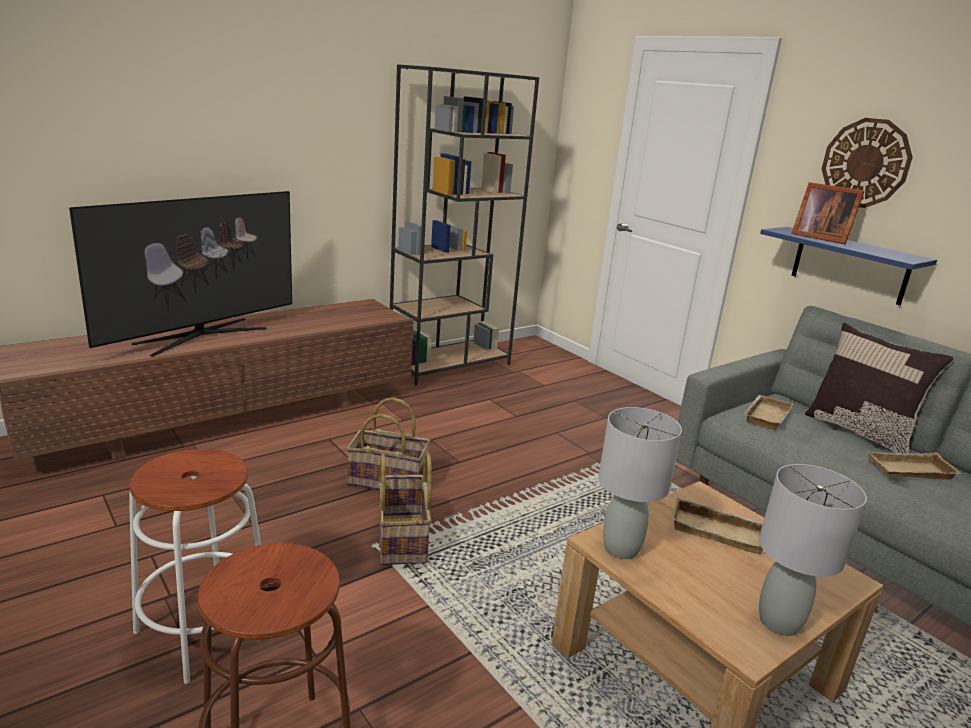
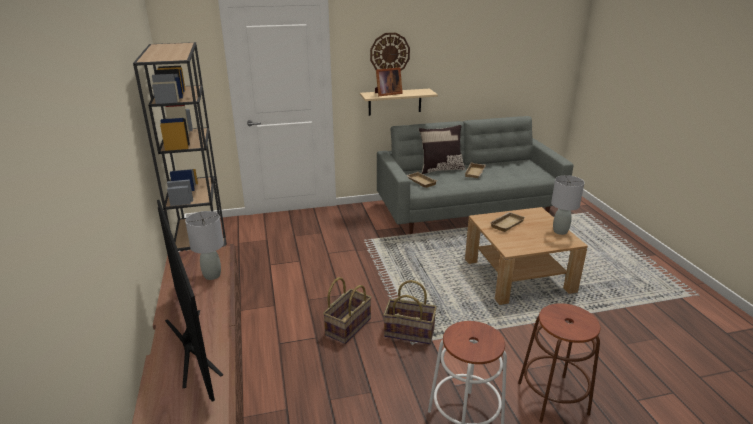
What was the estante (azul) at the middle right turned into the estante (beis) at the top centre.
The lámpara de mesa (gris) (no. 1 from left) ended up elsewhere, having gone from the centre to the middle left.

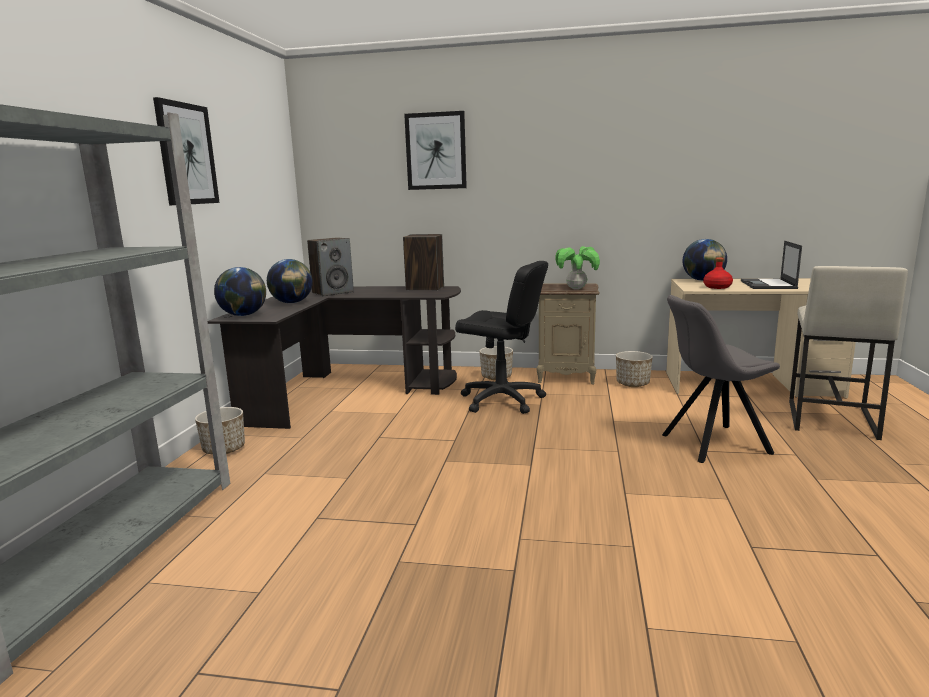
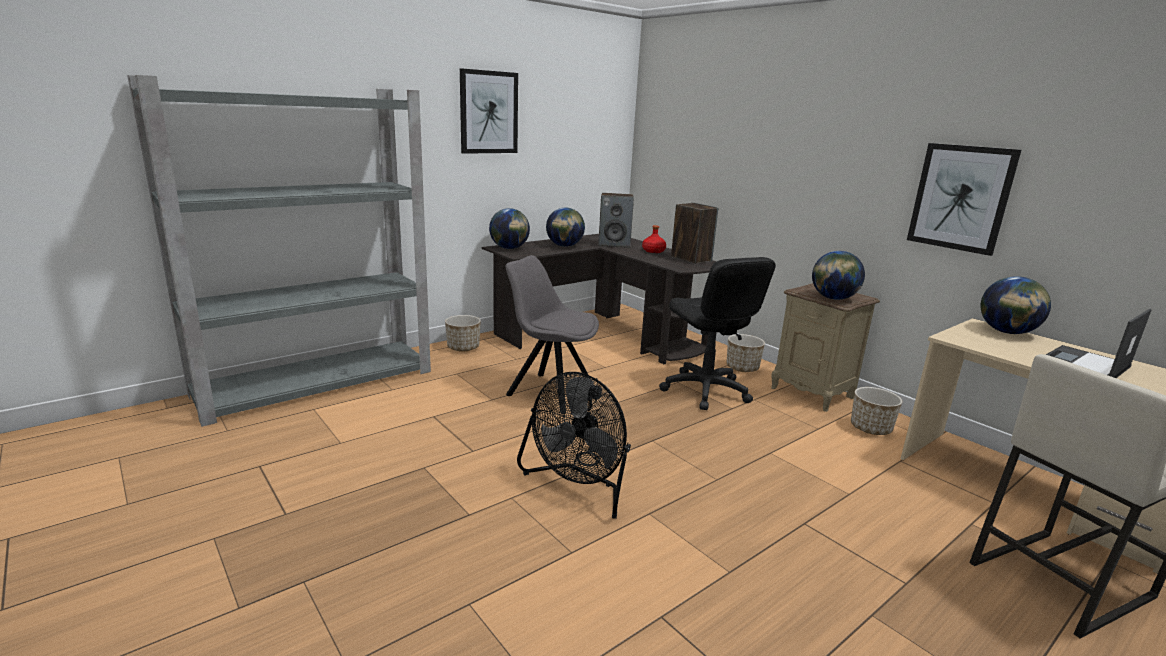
The cuadro (no. 2 from left) ended up elsewhere, having gone from the top centre to the top right.
Where the planta en maceta stood at the centre, the globo terráqueo (no. 3 from left) came to stand at the middle right.
The botella (rojo) ended up elsewhere, having gone from the middle right to the centre.
The silla (gris) ended up elsewhere, having gone from the middle right to the centre.
The second view gained the ventilador (negro) at the bottom centre.

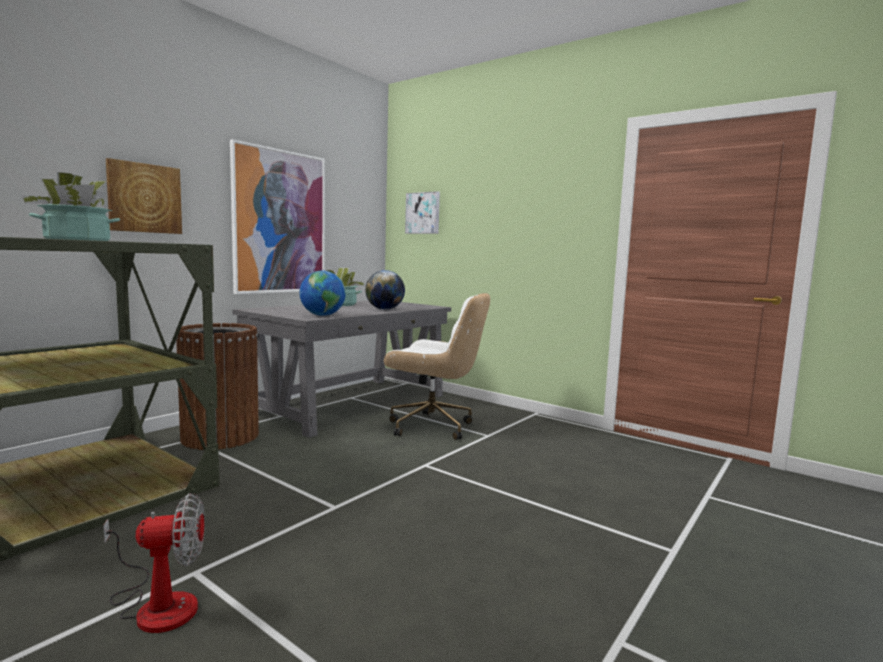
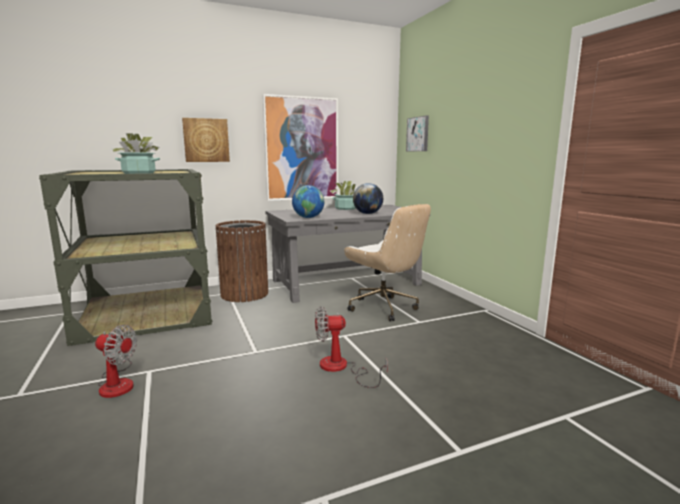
The second view gained the ventilador (no. 2 from left) at the bottom centre.

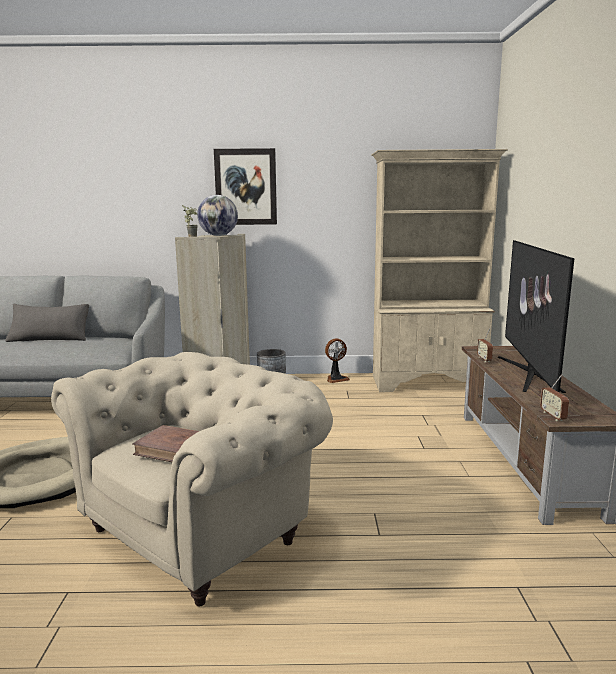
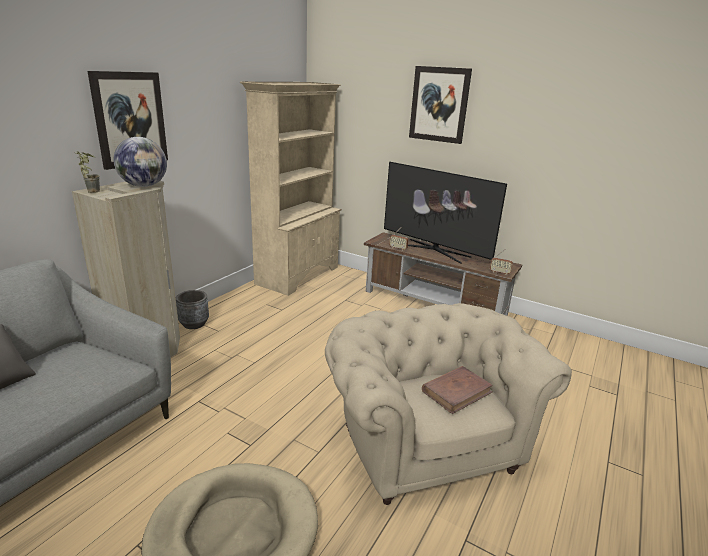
The second view lost the ventilador at the centre.
The second view gained the cuadro (no. 2 from left) at the top centre.

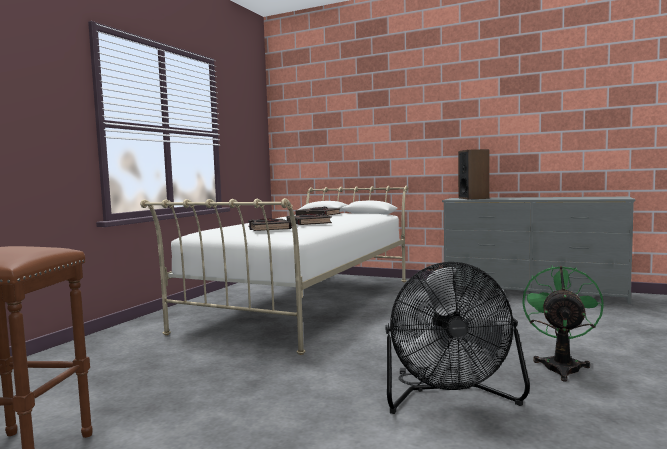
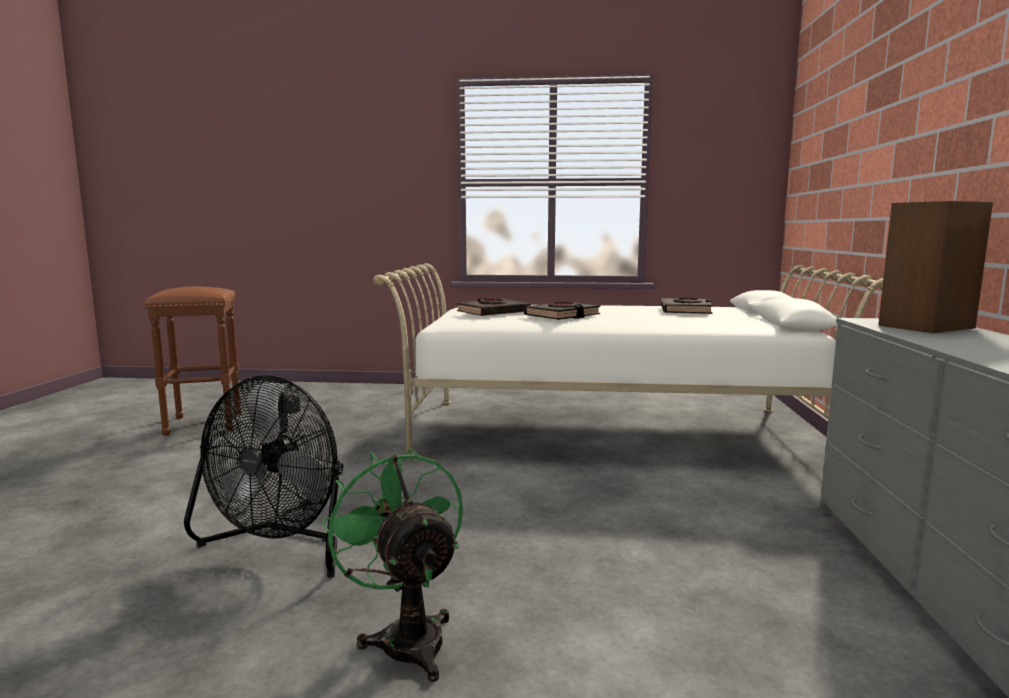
The ventilador (negro) at the bottom right ended up facing another way, 45 degrees counterclockwise from before.
The ventilador (verde) at the bottom right ended up facing another way, 120 degrees counterclockwise from before.

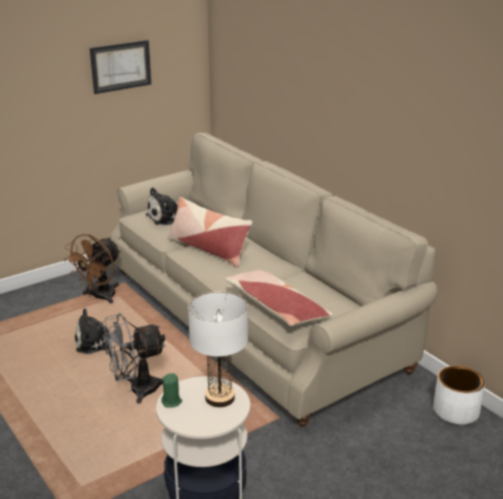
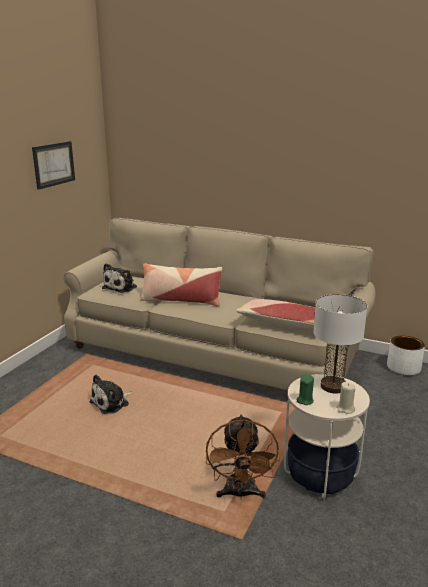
The ventilador (marrón) ended up elsewhere, having gone from the middle left to the bottom centre.
The second view lost the ventilador (gris) at the bottom left.
The second view gained the vela (beis) at the bottom right.

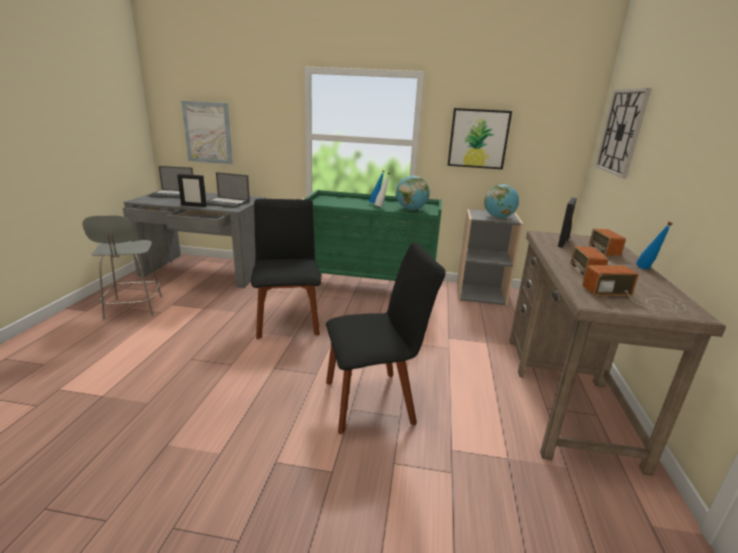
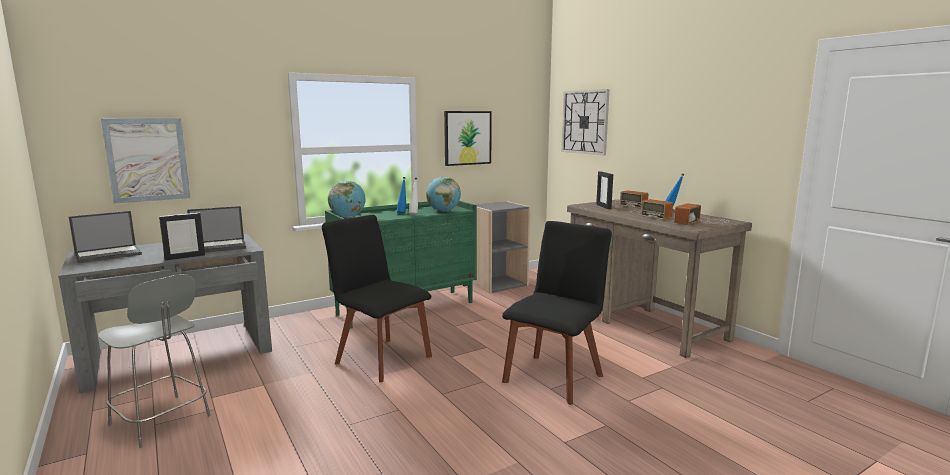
The globo terráqueo (no. 2 from left in the first image) ended up elsewhere, having gone from the middle right to the centre.

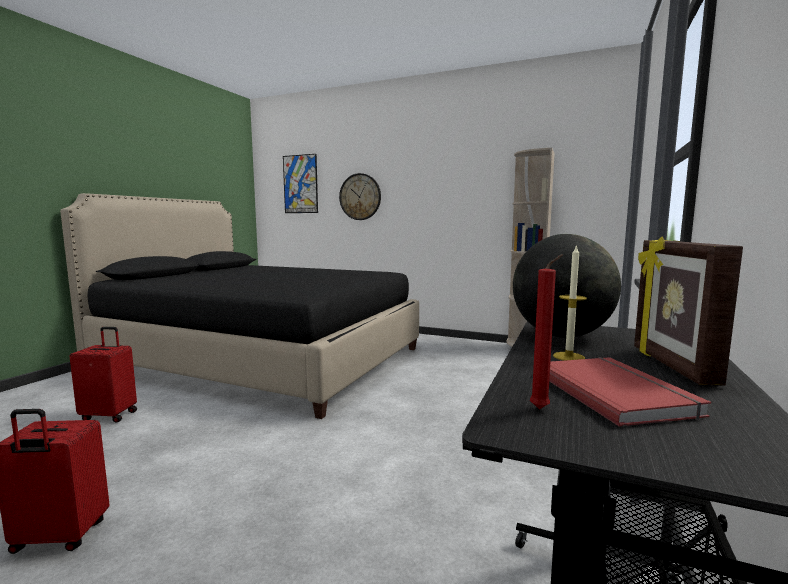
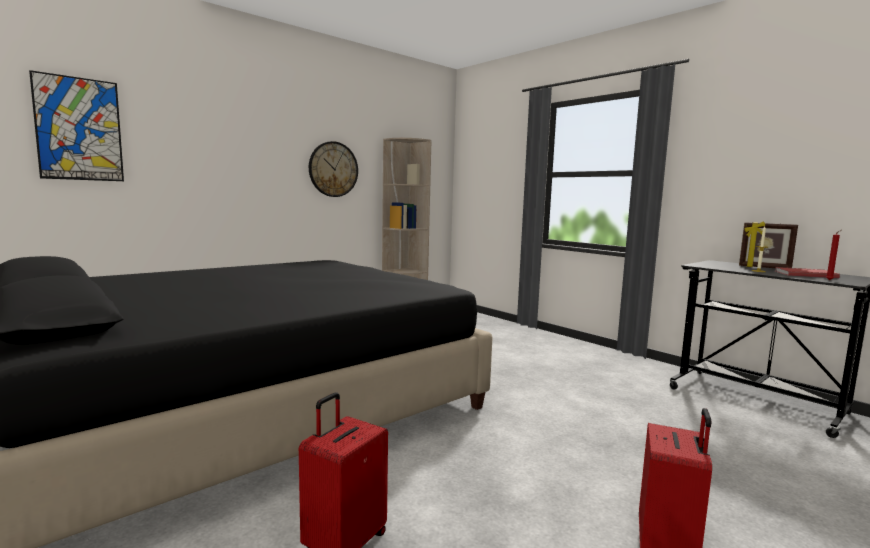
The reloj de pared ended up elsewhere, having gone from the centre to the top centre.
The second view lost the globo terráqueo at the middle right.

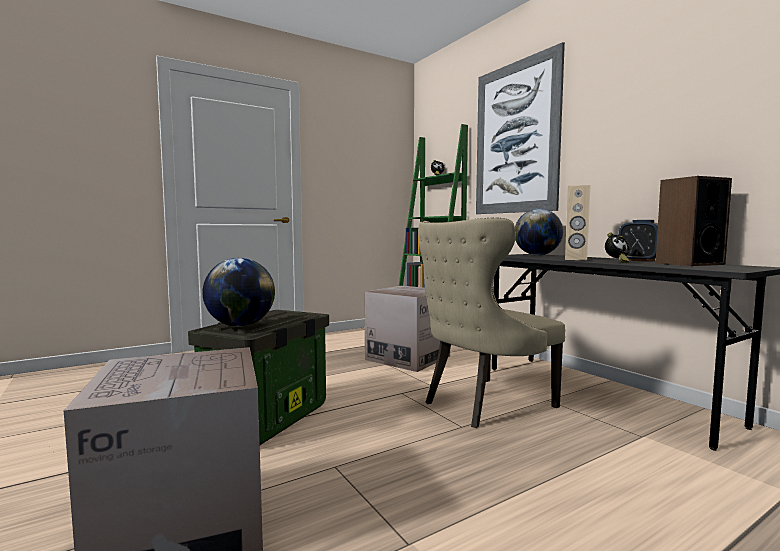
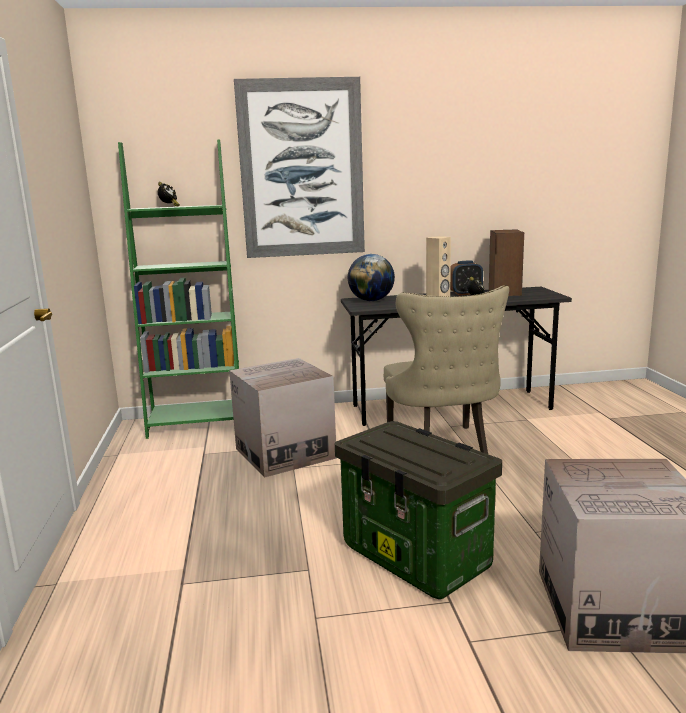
The second view lost the globo terráqueo (no. 1 from left) at the middle left.

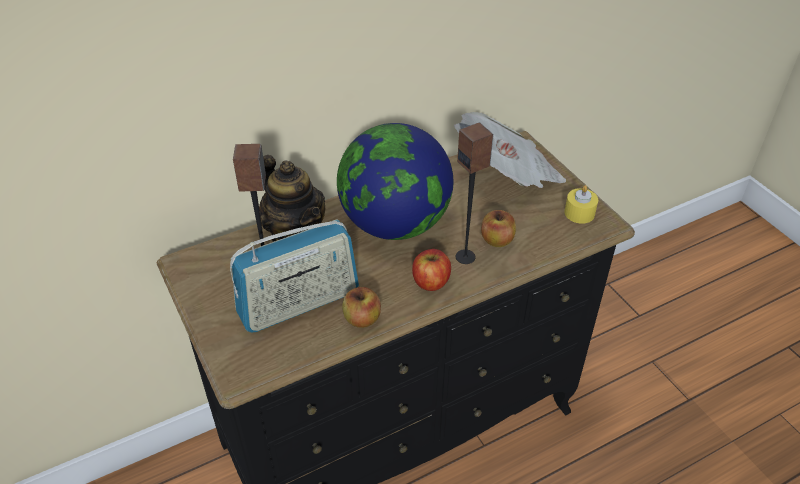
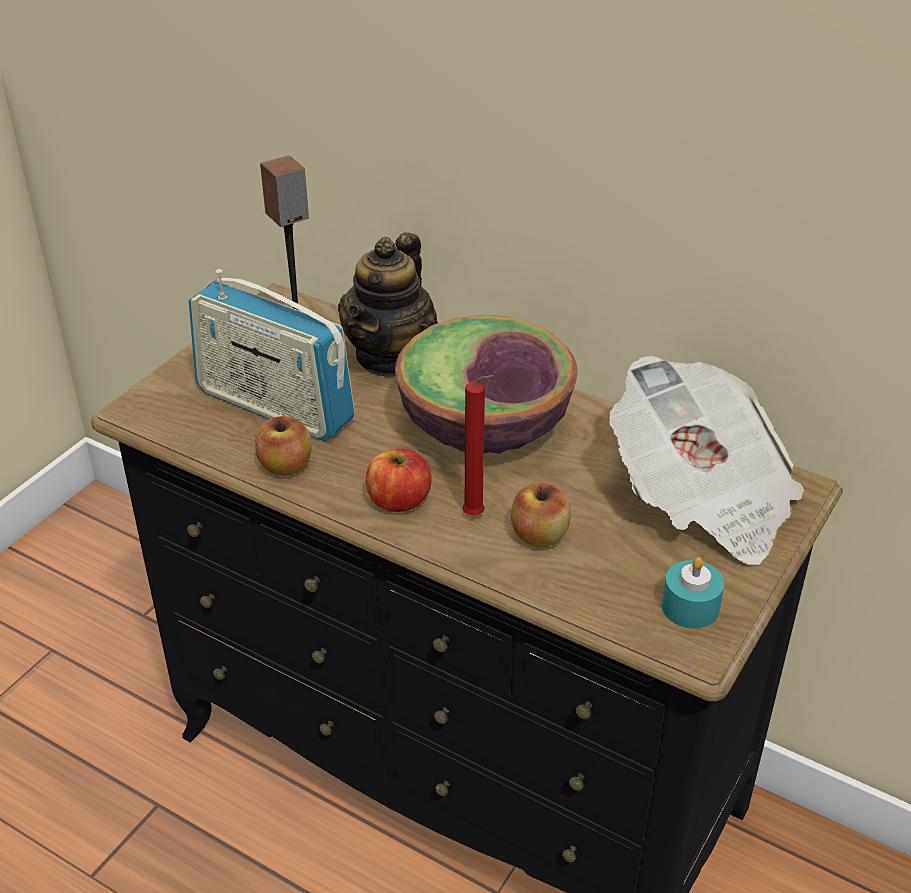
Where the globo terráqueo stood at the centre, the cuenco came to stand at the centre.
Where the altavoz (no. 2 from left) stood at the centre, the vela (rojo) came to stand at the centre.
What was the vela (amarillo) at the middle right turned into the vela (turquesa) at the middle right.

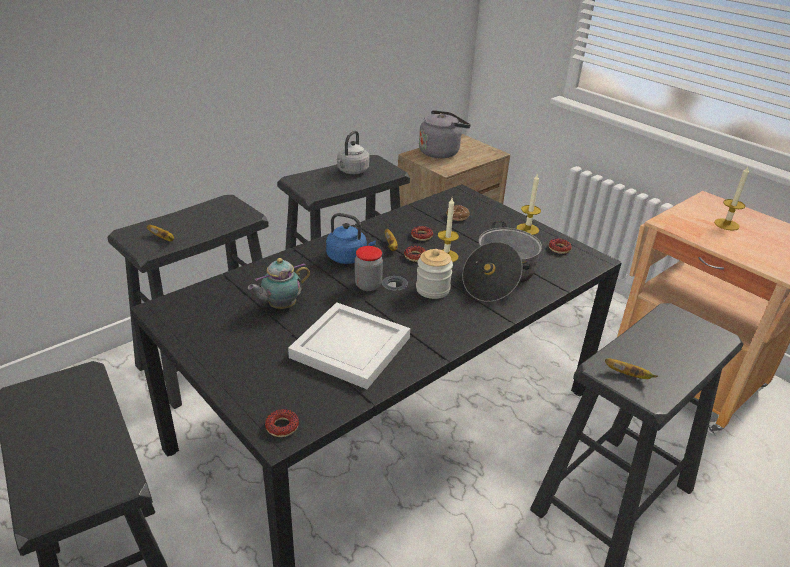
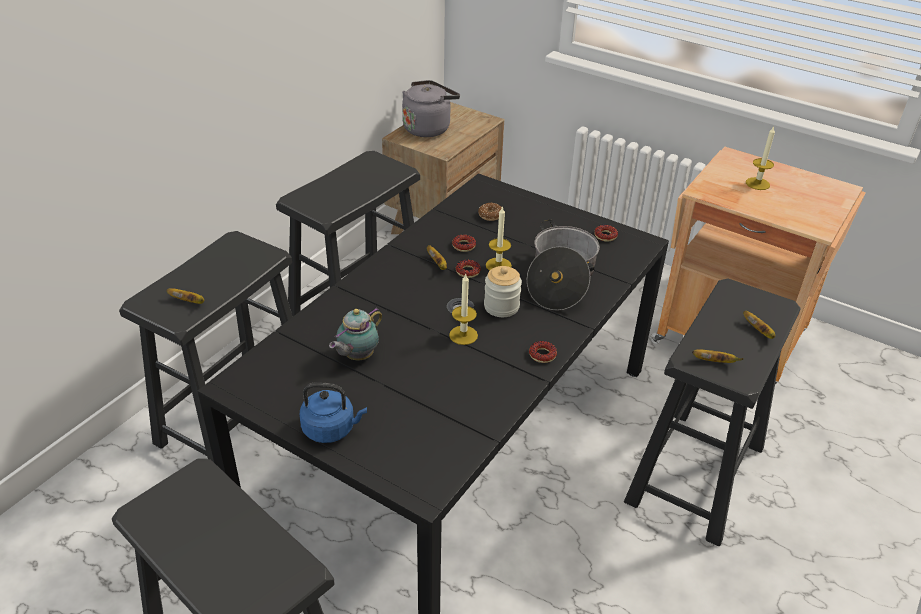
The second view lost the hervidor (gris) (no. 1 from left) at the top centre.
The vela (no. 2 from left in the first image) ended up elsewhere, having gone from the middle right to the centre.
The hervidor (azul) ended up elsewhere, having gone from the centre to the bottom centre.
The second view lost the tarro (no. 1 from left) at the centre.
The second view lost the bandeja (blanco) at the centre.
The rosquilla (no. 1 from left in the first image) ended up elsewhere, having gone from the bottom centre to the centre.
The second view gained the plátano (no. 4 from left) at the middle right.

